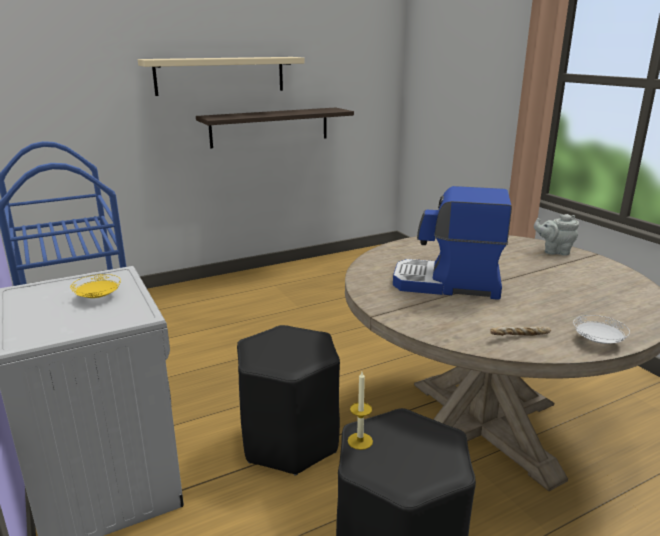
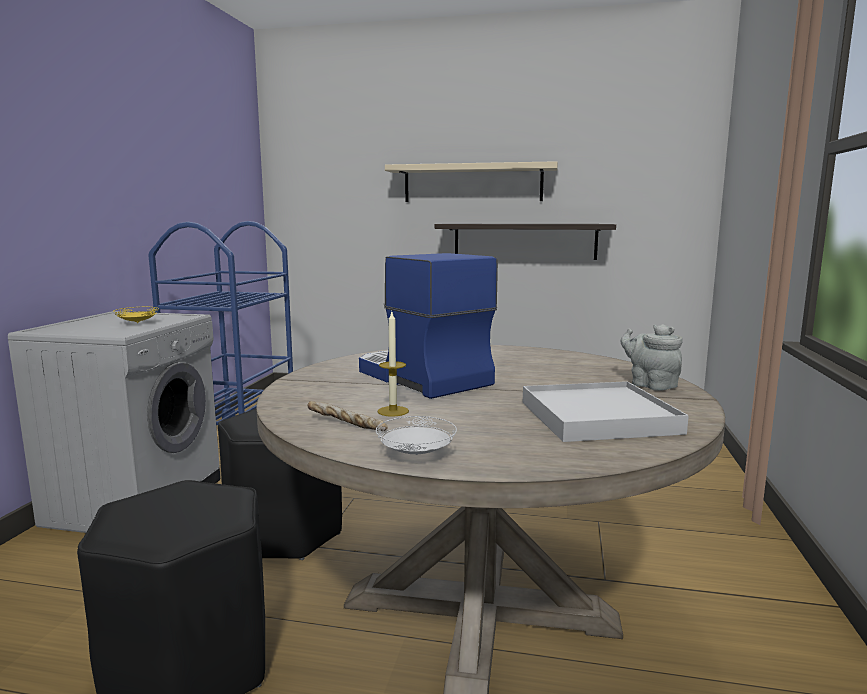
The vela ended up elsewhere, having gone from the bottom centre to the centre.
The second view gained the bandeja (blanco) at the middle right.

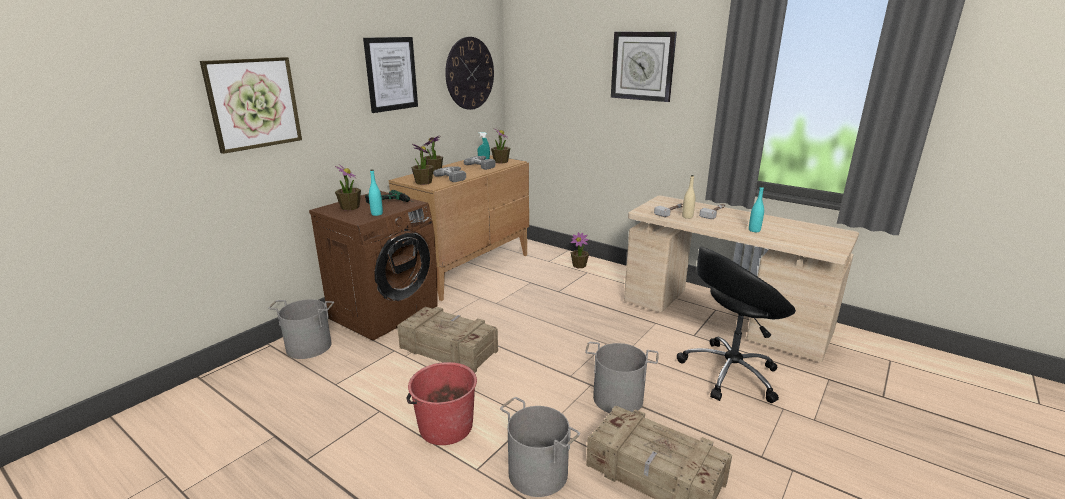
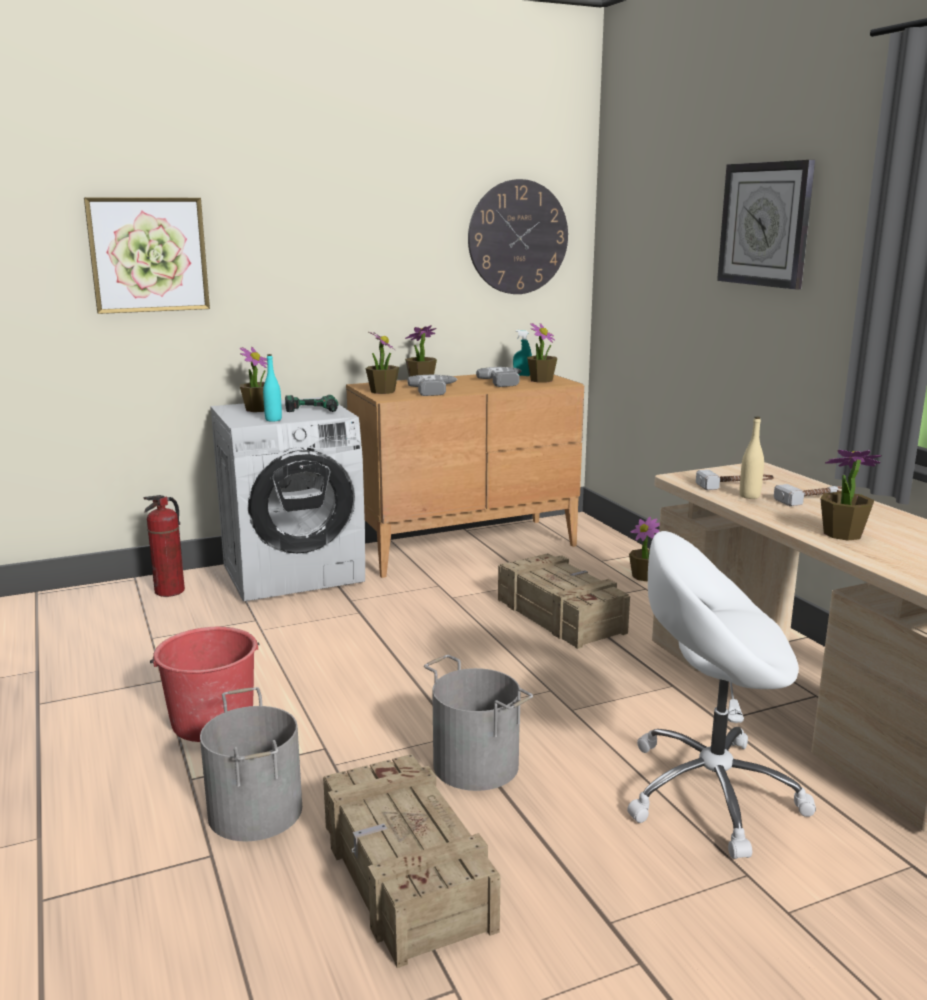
The second view lost the cuadro (no. 2 from left) at the top centre.
Where the botella (turquesa) (no. 2 from left) stood at the middle right, the planta en maceta (no. 6 from left) came to stand at the middle right.
What was the lavadora (marrón) at the centre turned into the lavadora (blanco) at the middle left.
What was the silla de oficina (negro) at the middle right turned into the silla de oficina (blanco) at the bottom right.
Where the cubo (gris) (no. 1 from left) stood at the middle left, the extintor came to stand at the middle left.
The caja de embalaje (no. 1 from left in the first image) ended up elsewhere, having gone from the bottom centre to the centre.

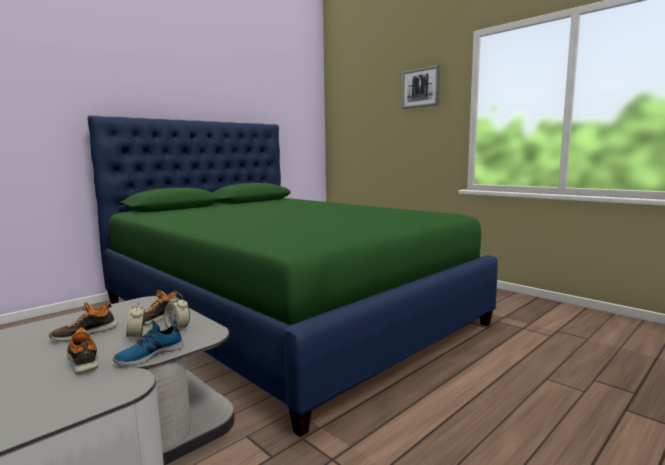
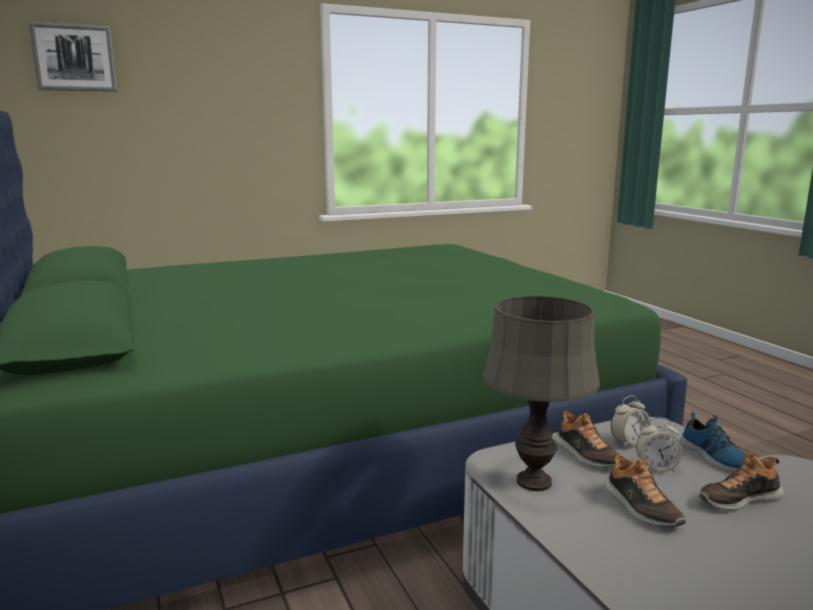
The cuadro ended up elsewhere, having gone from the top centre to the top left.
The second view gained the lámpara de mesa (gris) at the centre.

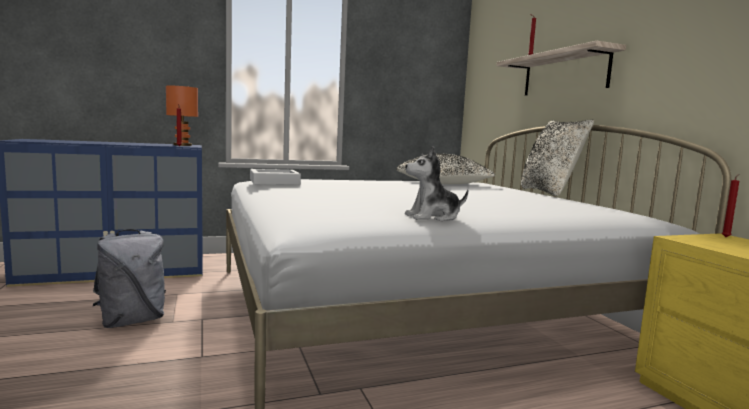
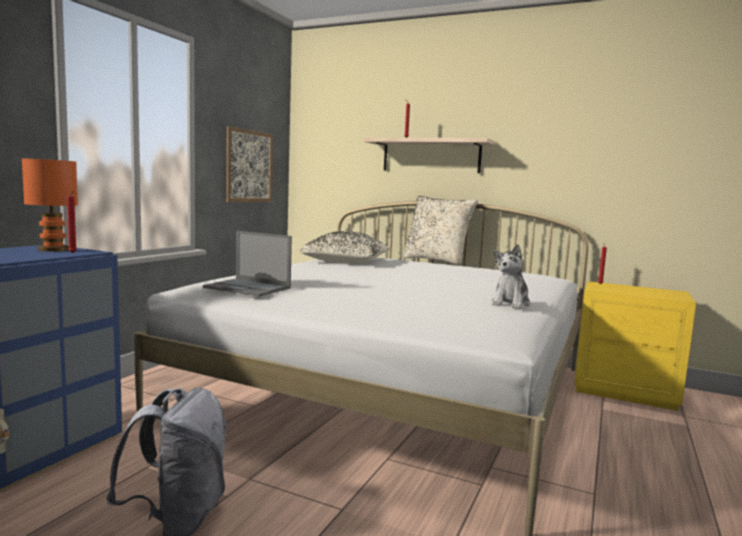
Where the bandeja (gris) stood at the centre, the portátil came to stand at the middle left.
The second view gained the cuadro at the top centre.

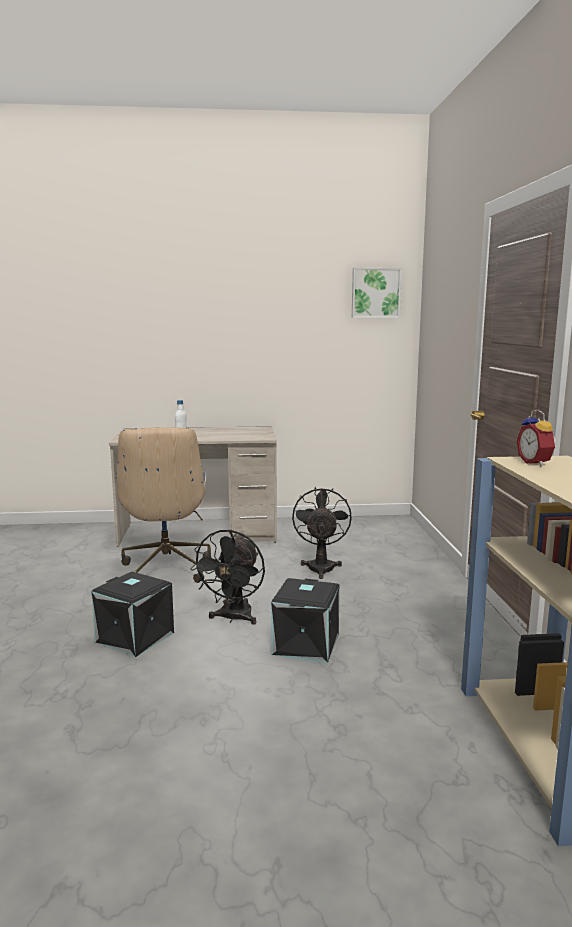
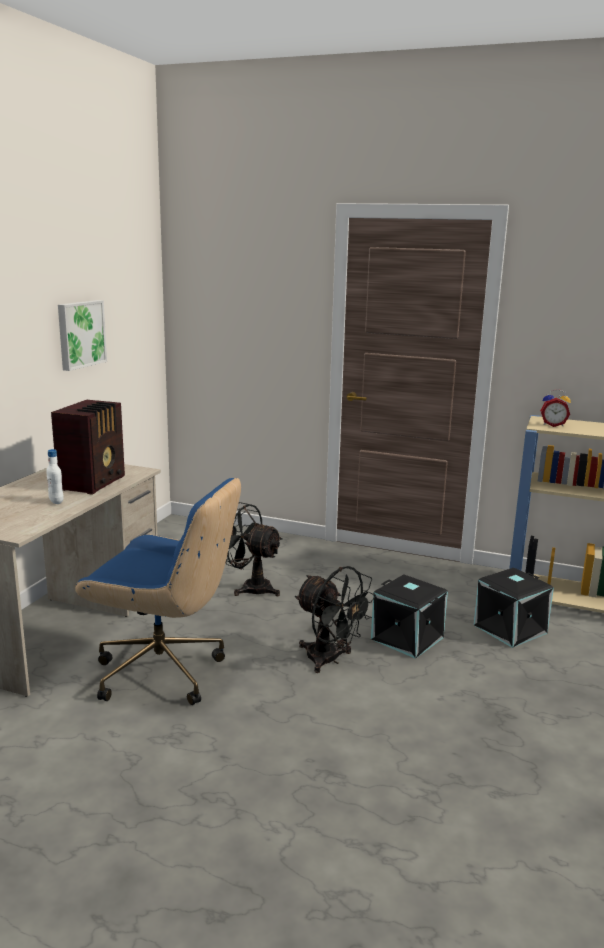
The cuadro ended up elsewhere, having gone from the top centre to the middle left.
The caja de almacenaje (negro) (no. 1 from left in the first image) ended up elsewhere, having gone from the middle left to the middle right.
The second view gained the radio at the middle left.

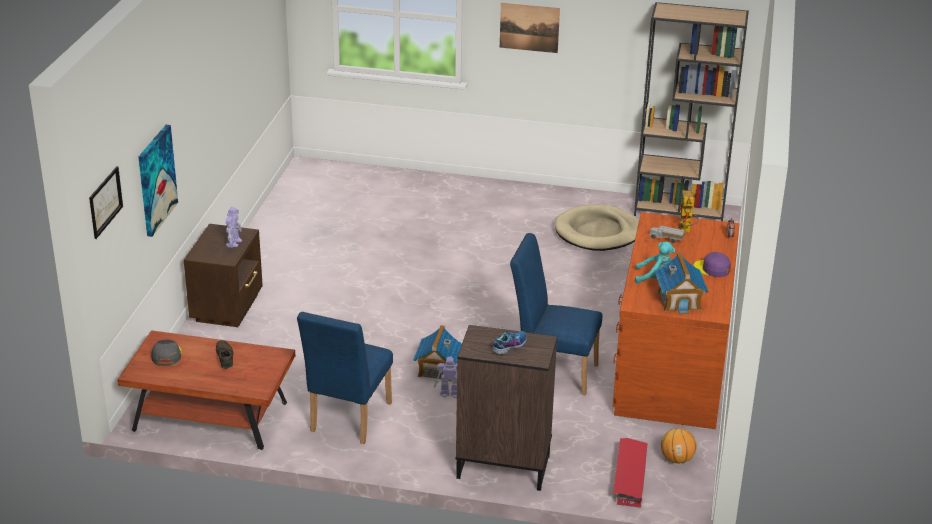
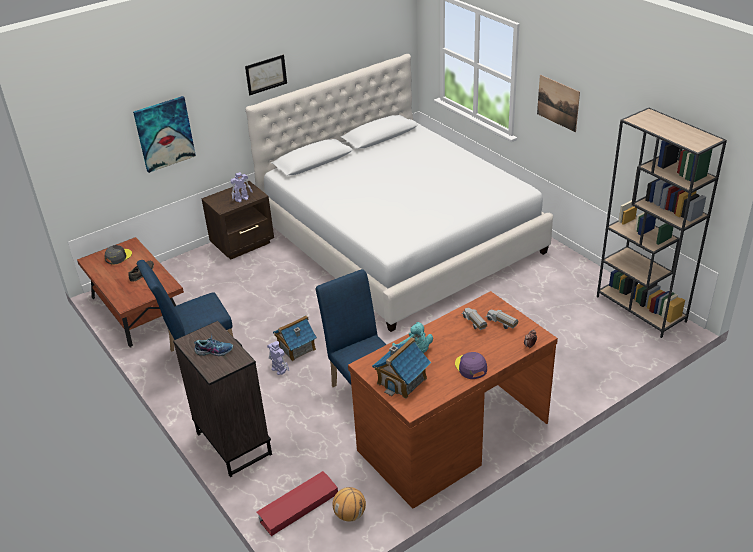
The cuadro (no. 1 from left in the first image) ended up elsewhere, having gone from the middle left to the top centre.
Where the robot de juguete (no. 3 from left) stood at the middle right, the camión de juguete (no. 2 from left) came to stand at the middle right.
The second view lost the cama para perro (beis) at the centre.
The second view gained the cama (blanco) at the centre.

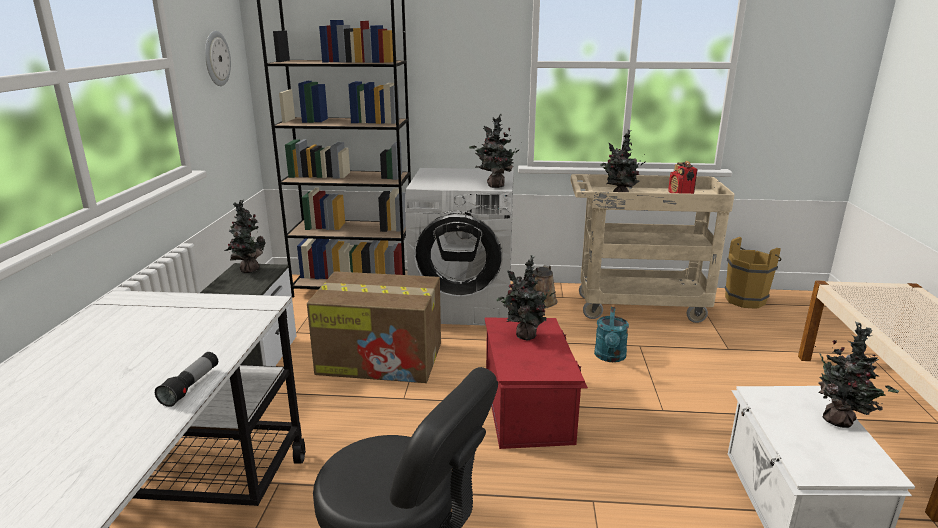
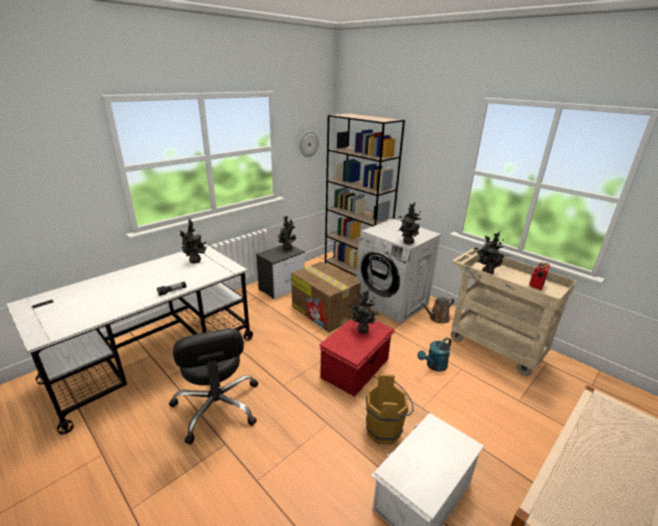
The cubo (marrón) ended up elsewhere, having gone from the middle right to the bottom centre.
The planta en maceta (no. 5 from left in the first image) ended up elsewhere, having gone from the bottom right to the middle left.

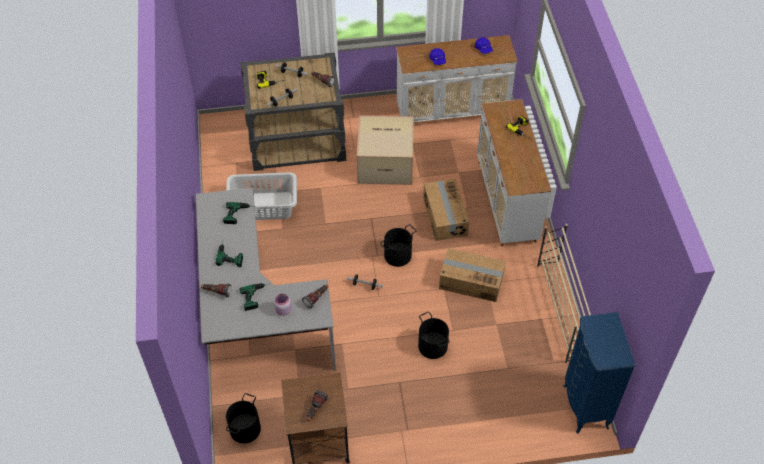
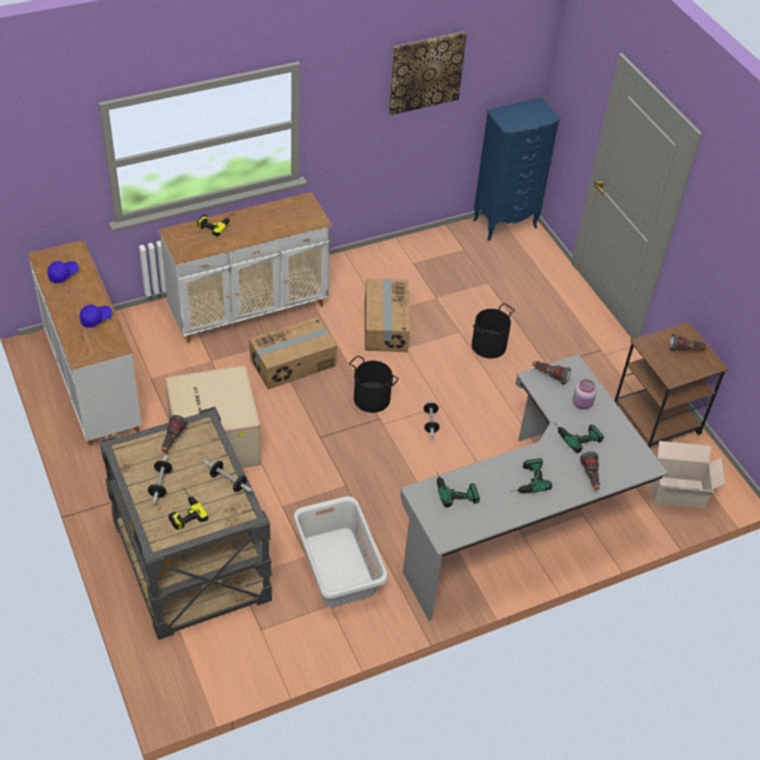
The second view lost the zapatero (beis) at the middle right.
Where the cubo (negro) (no. 1 from left) stood at the bottom left, the caja de cartón (no. 4 from left) came to stand at the middle right.
The second view gained the cuadro at the top centre.

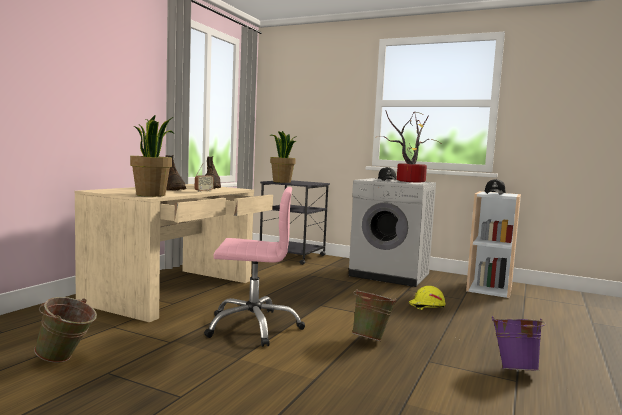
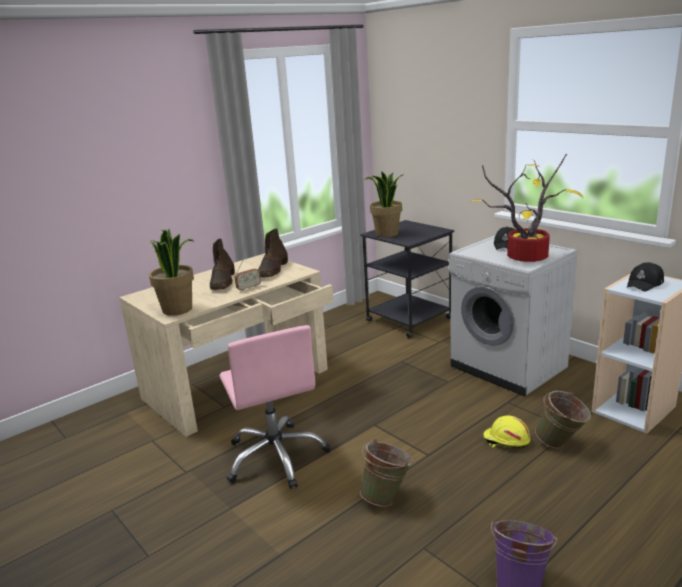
The silla de oficina (rosa) at the centre ended up facing another way, 45 degrees clockwise from before.
The cubo (verde) (no. 1 from left in the first image) ended up elsewhere, having gone from the bottom left to the bottom right.

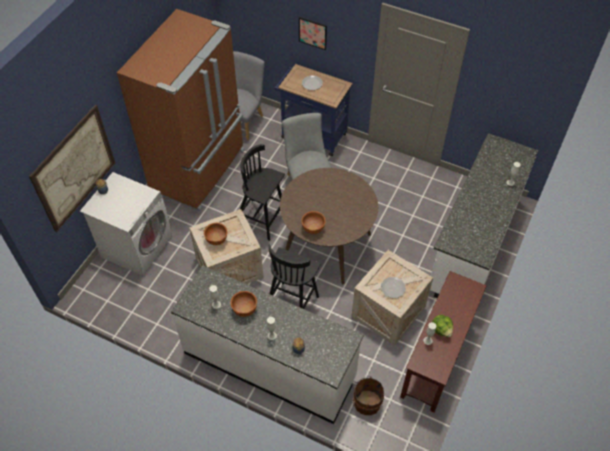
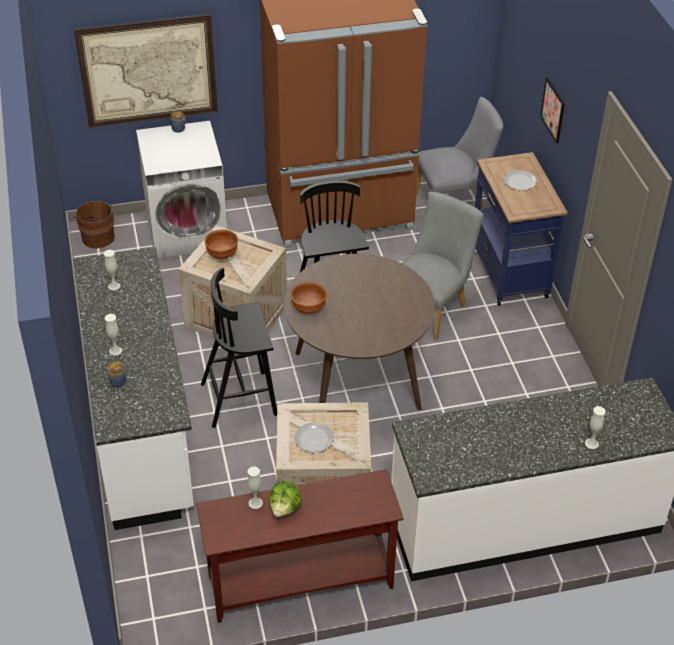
The second view lost the cuenco (marrón) (no. 2 from left) at the bottom centre.
The cubo (marrón) ended up elsewhere, having gone from the bottom centre to the middle left.

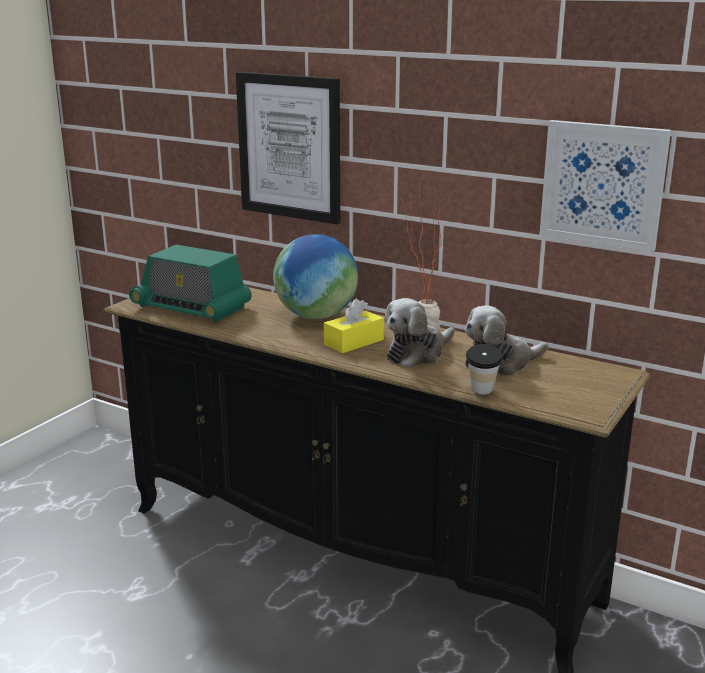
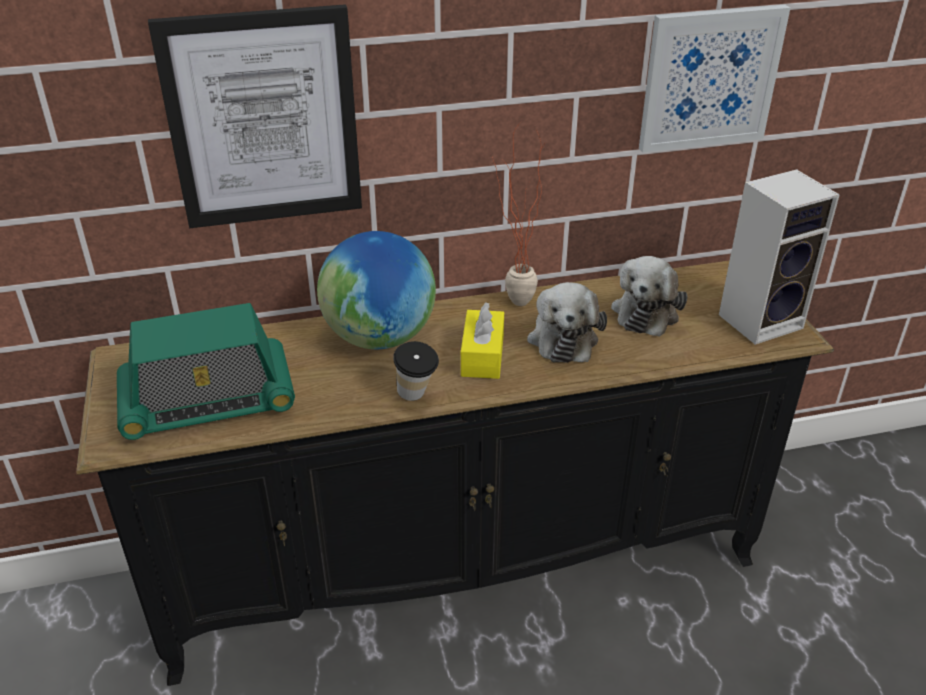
The taza ended up elsewhere, having gone from the middle right to the centre.
The second view gained the altavoz at the middle right.

